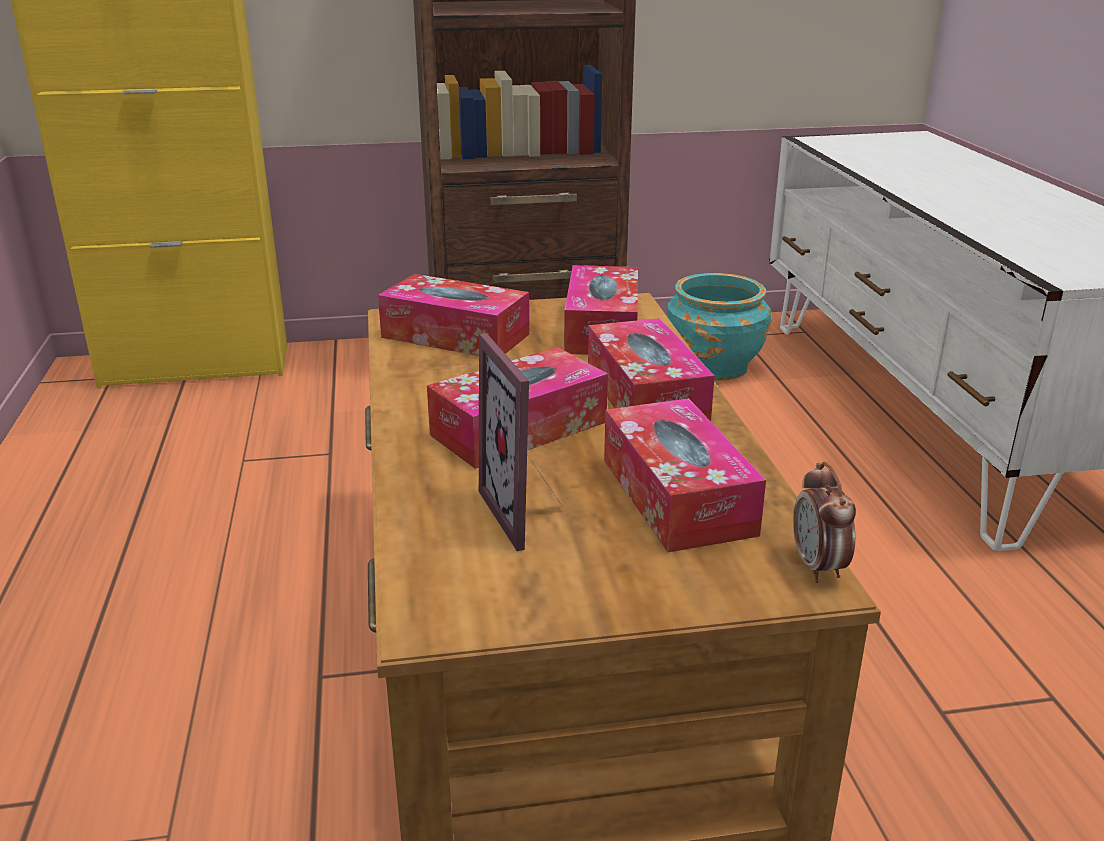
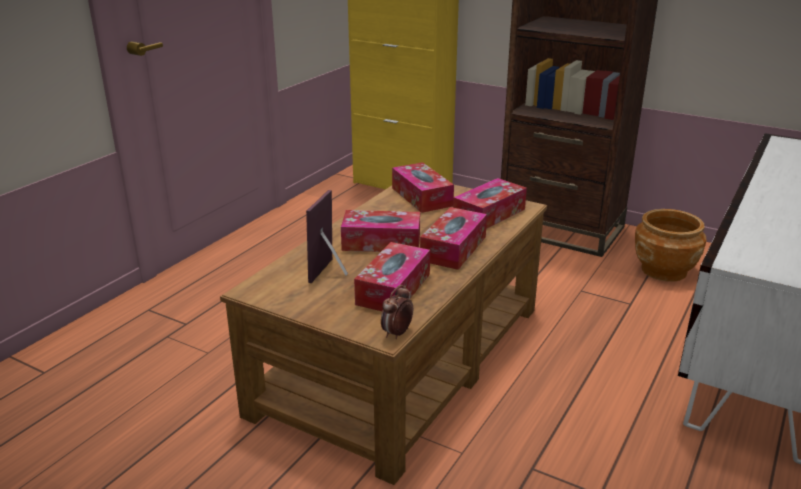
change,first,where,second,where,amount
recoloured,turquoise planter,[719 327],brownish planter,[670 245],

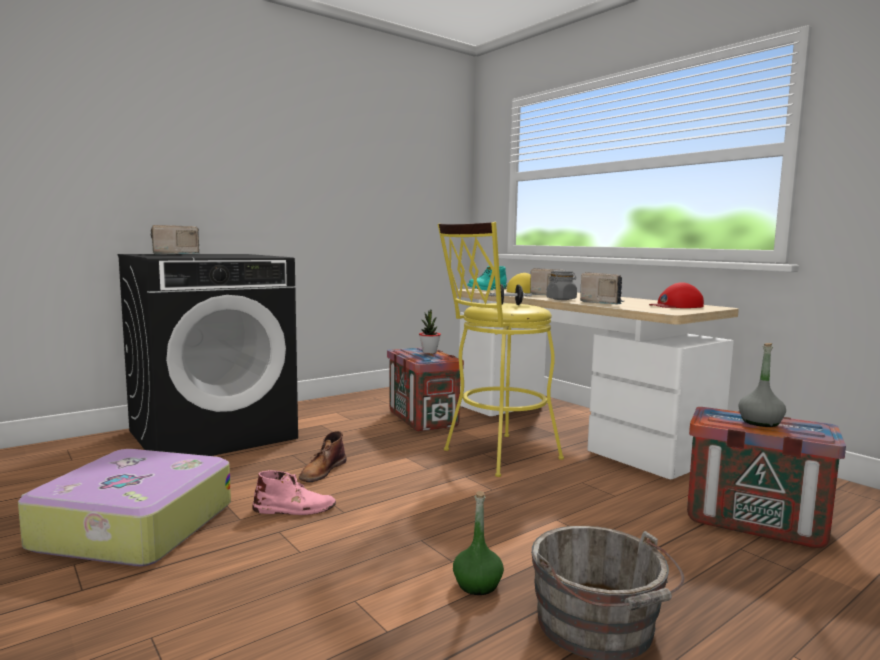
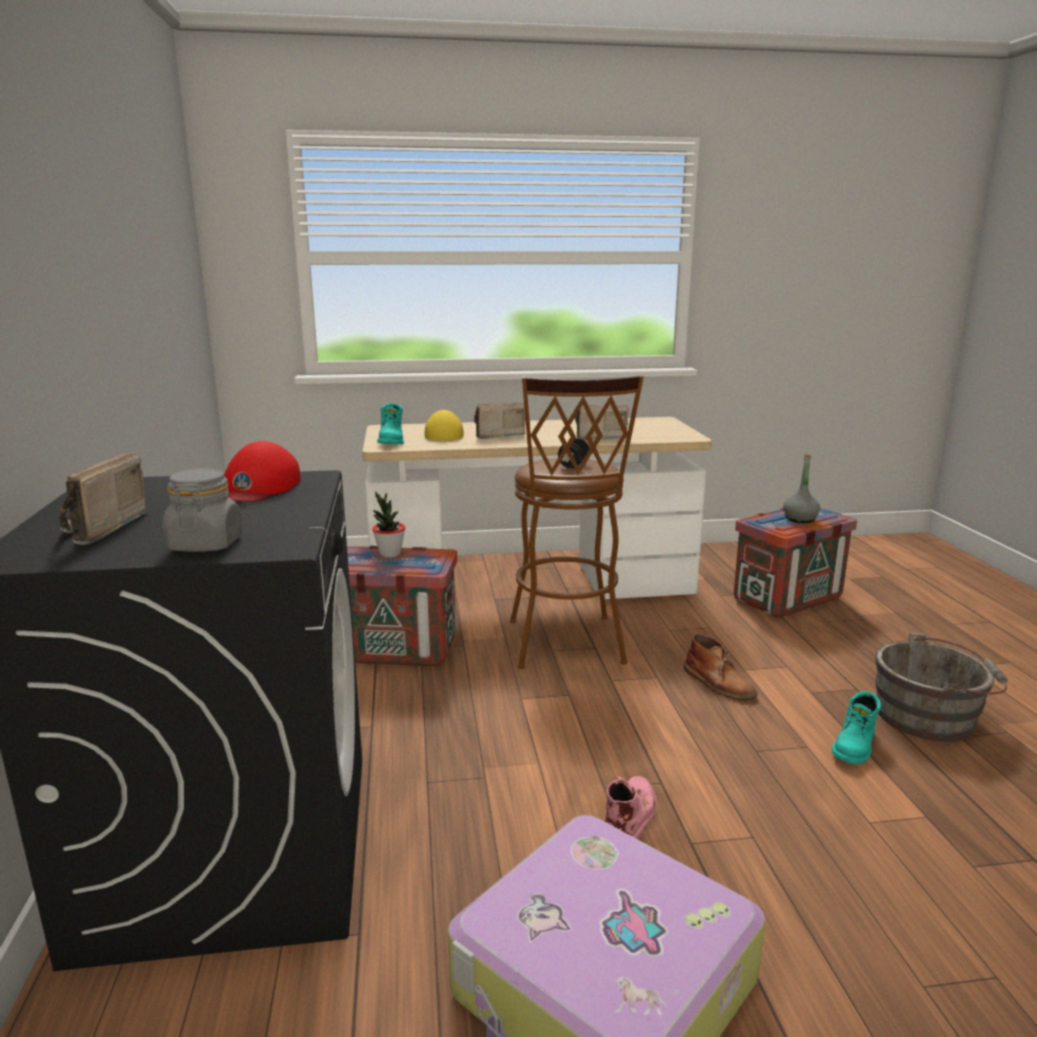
change,first,where,second,where,amount
moved,greyish jar,[561 285],,[202 510],
moved,reddish peaked cap,[676 295],,[262 471],
recoloured,yellowish stool,[501 349],brownish stool,[577 522],
moved,brownish tall boot,[322 456],,[721 667],
replaced,green drink bottle,[478 543],turquoise tall boot,[856 727],

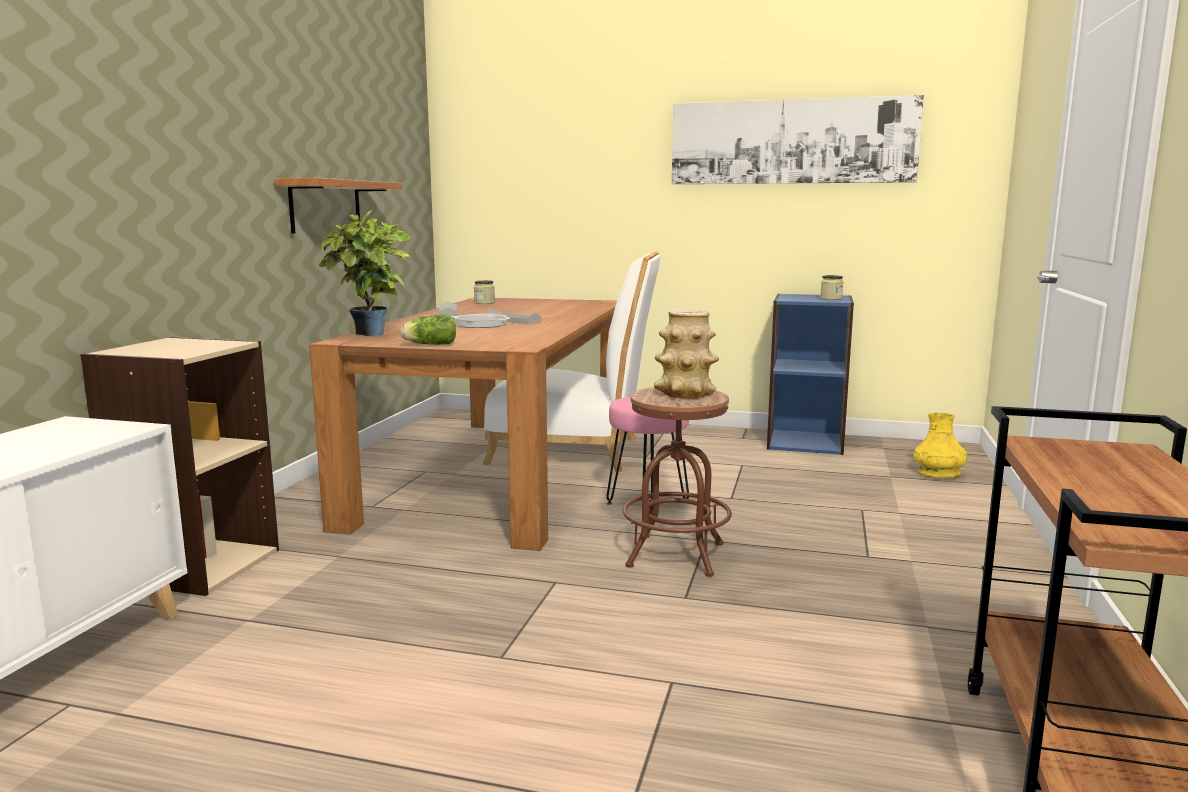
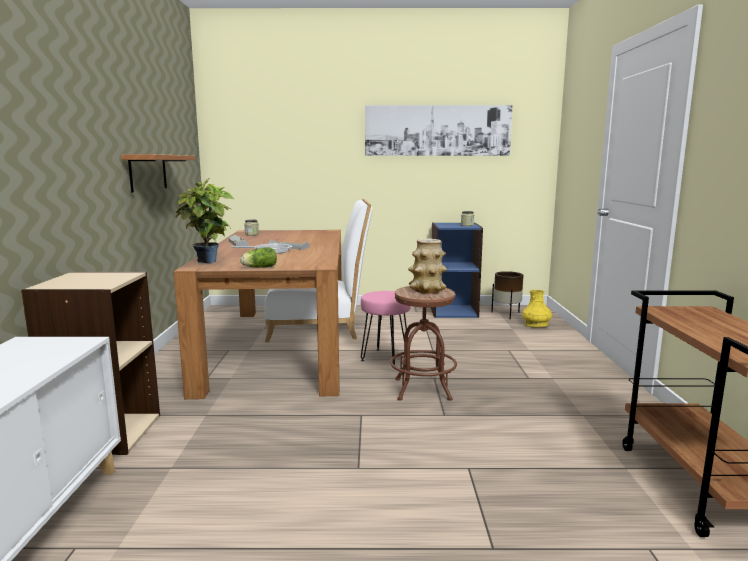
change,first,where,second,where,amount
added,,,brownish planter,[507 295],

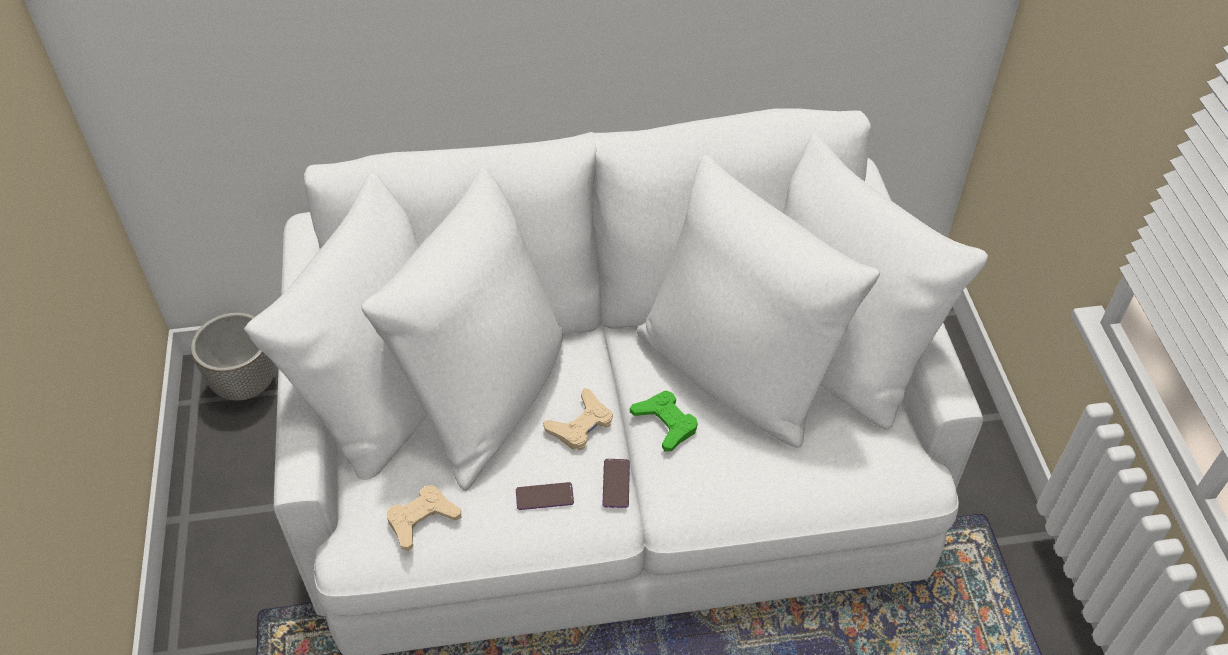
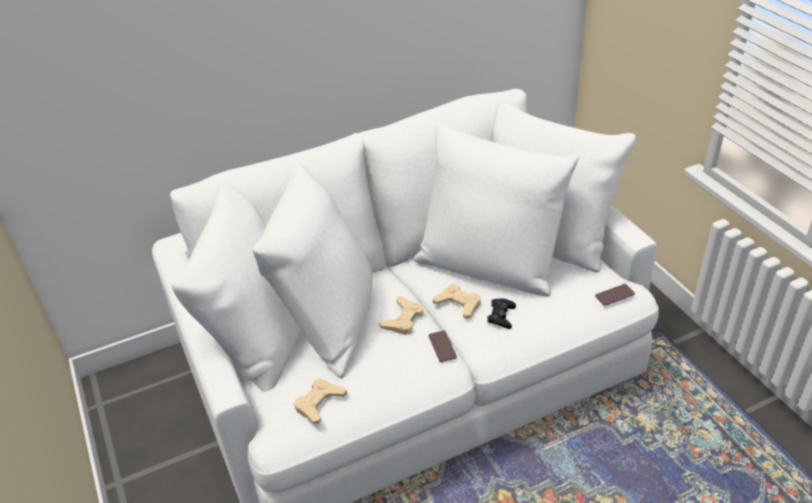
change,first,where,second,where,amount
recoloured,green gamepad,[664 421],beige-coloured gamepad,[457 301],
added,,,black-coloured gamepad,[501 313],
moved,handset,[545 496],,[615 295],
removed,planter,[233 356],,,

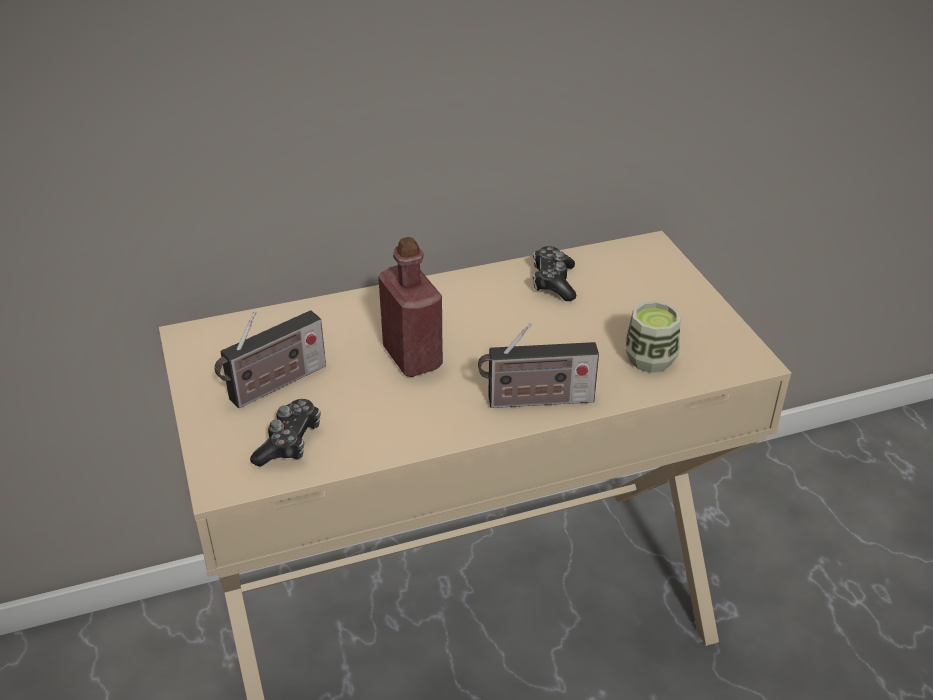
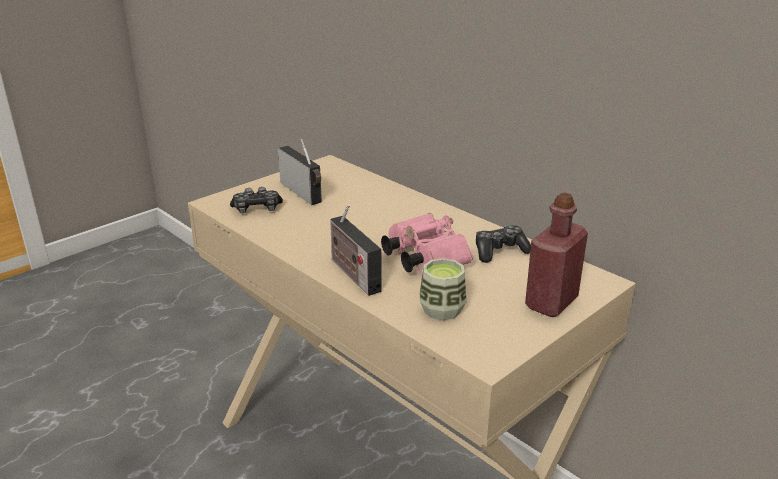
change,first,where,second,where,amount
turned,radio set,[270 359],,[300 172],150 degrees counterclockwise
added,,,pink-coloured binoculars,[427 243],
moved,reddish drink bottle,[410 307],,[556 254],

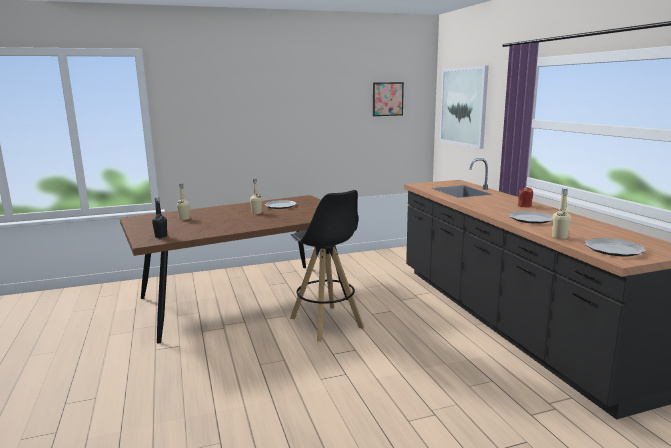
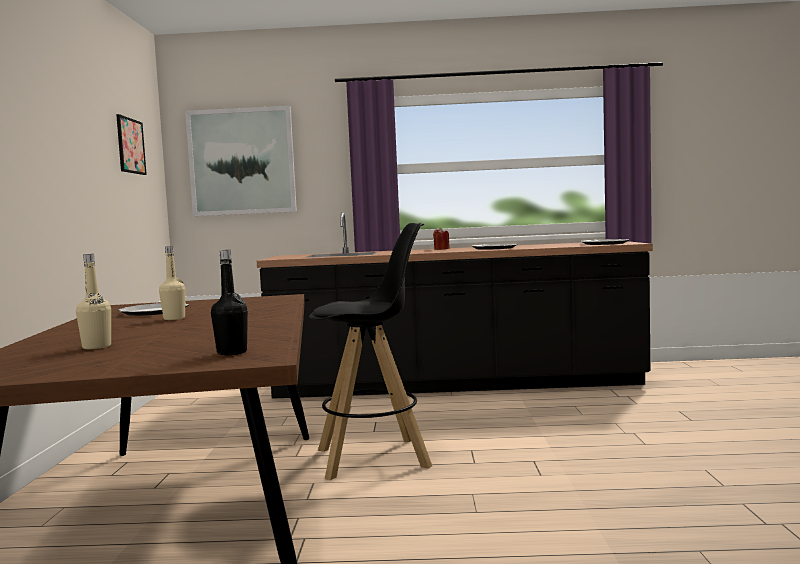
change,first,where,second,where,amount
removed,beige-coloured drink bottle,[561 213],,,

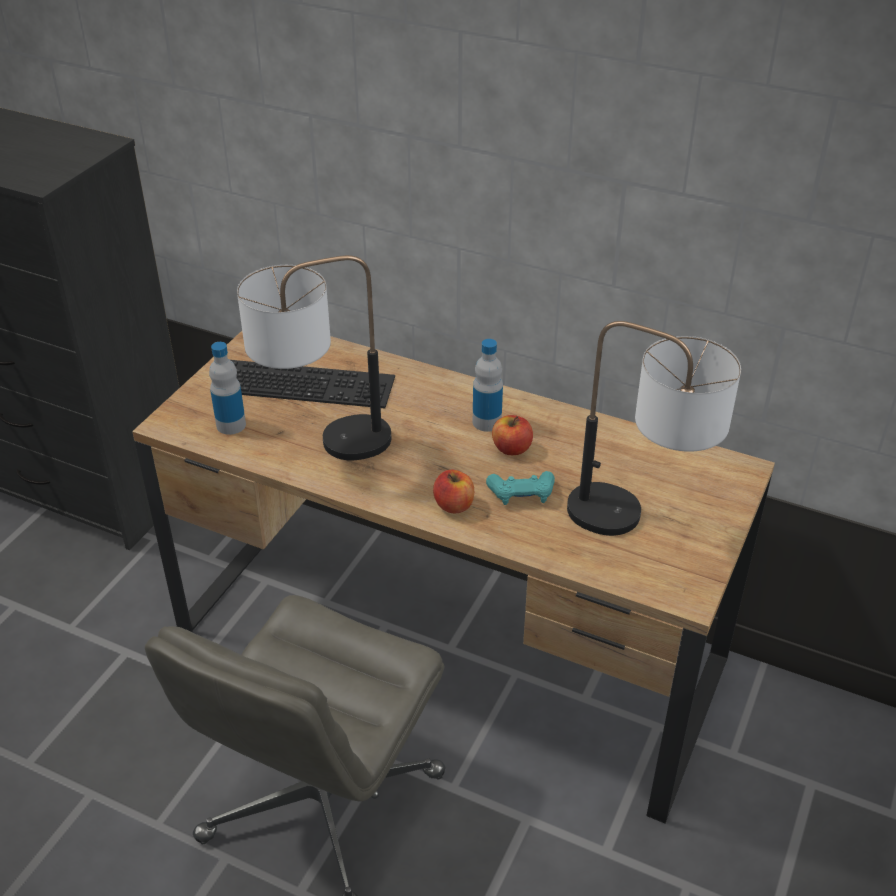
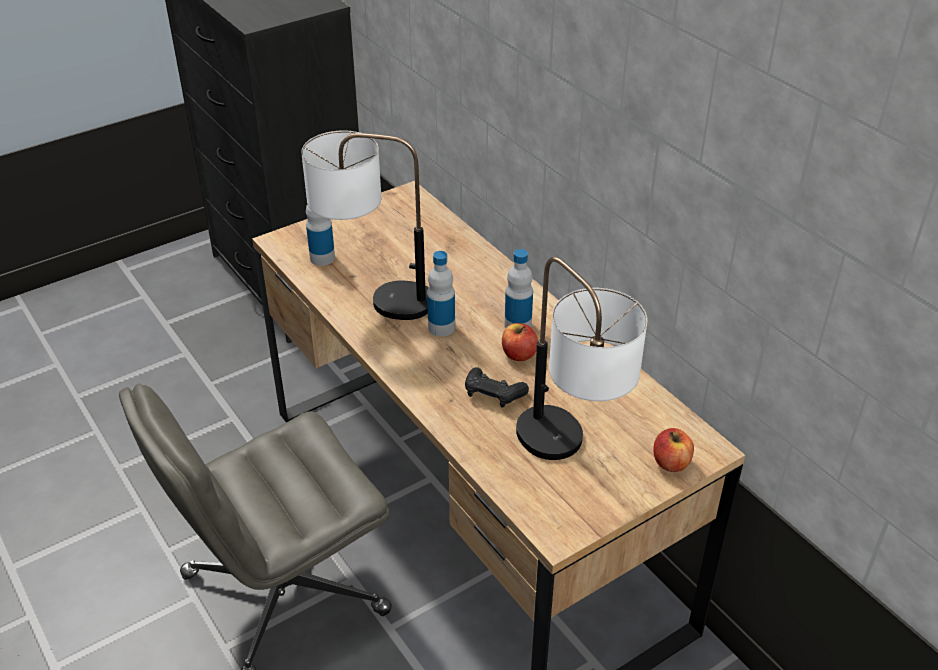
change,first,where,second,where,amount
added,,,drink bottle,[441 293],
recoloured,turquoise gamepad,[520 488],black-coloured gamepad,[497 387],
moved,apple,[453 491],,[673 450],
removed,PC keyboard,[313 384],,,

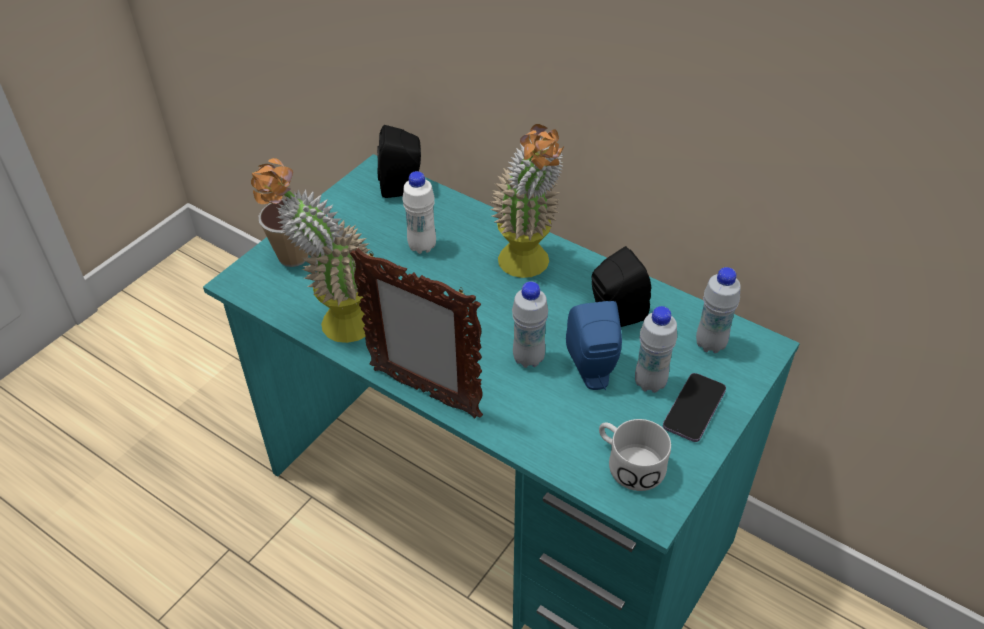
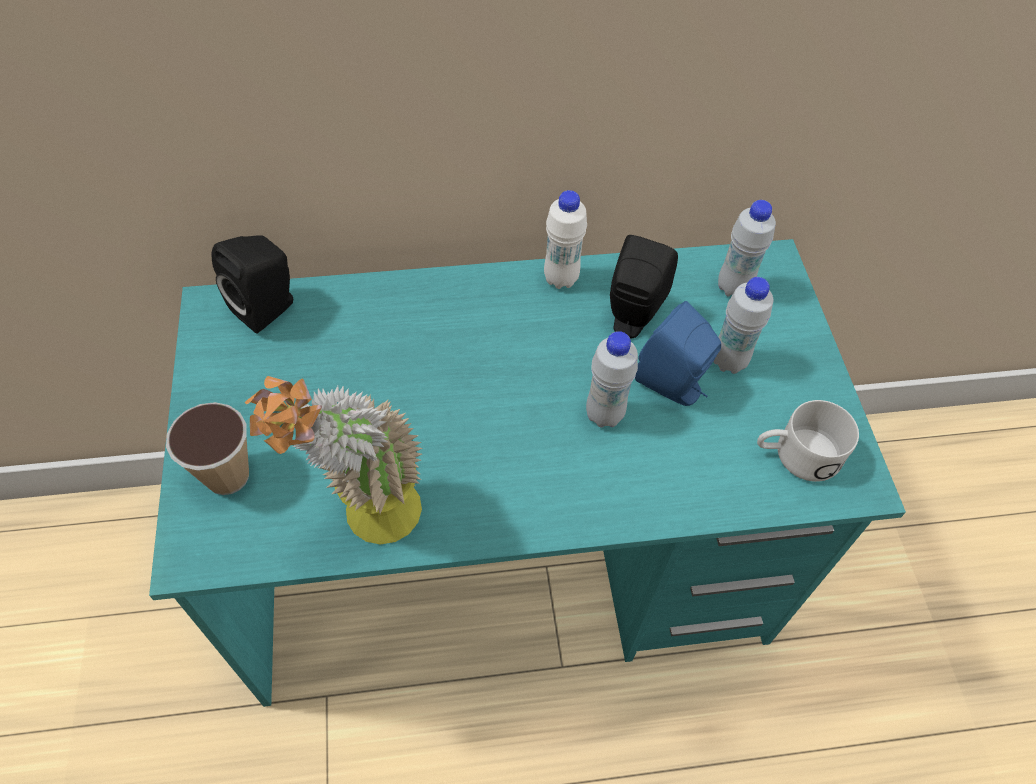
change,first,where,second,where,amount
moved,white drink bottle,[419 212],,[565 239],
removed,photo frame,[416 333],,,
removed,plant in a pot,[527 201],,,
removed,handset,[694 407],,,

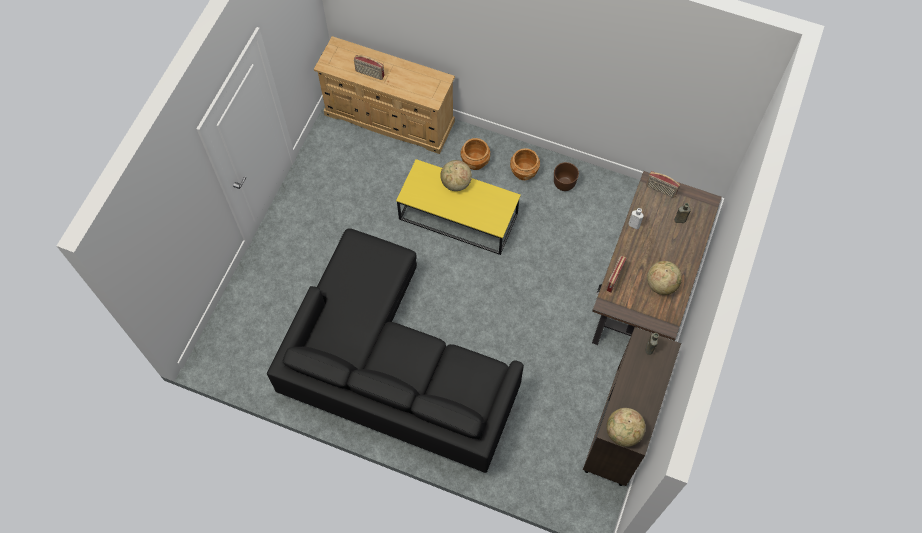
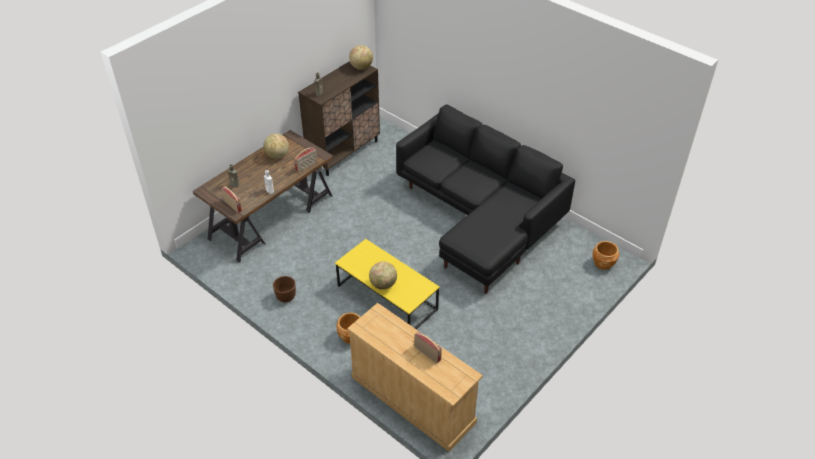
change,first,where,second,where,amount
moved,brownish planter,[525 164],,[605 255],

